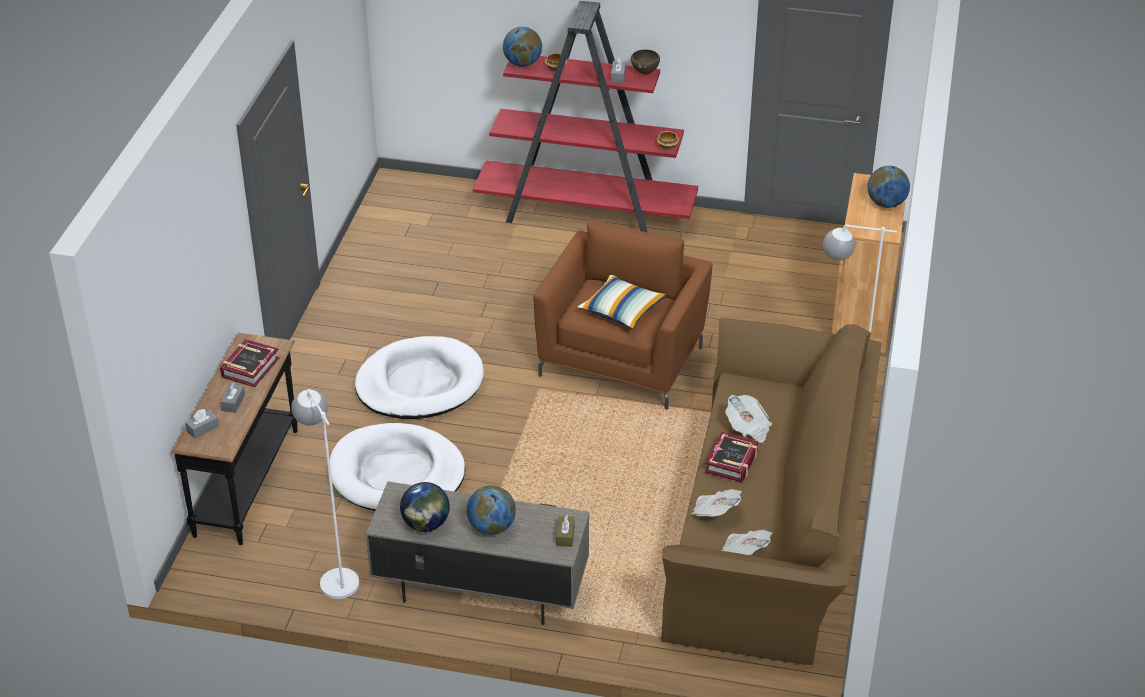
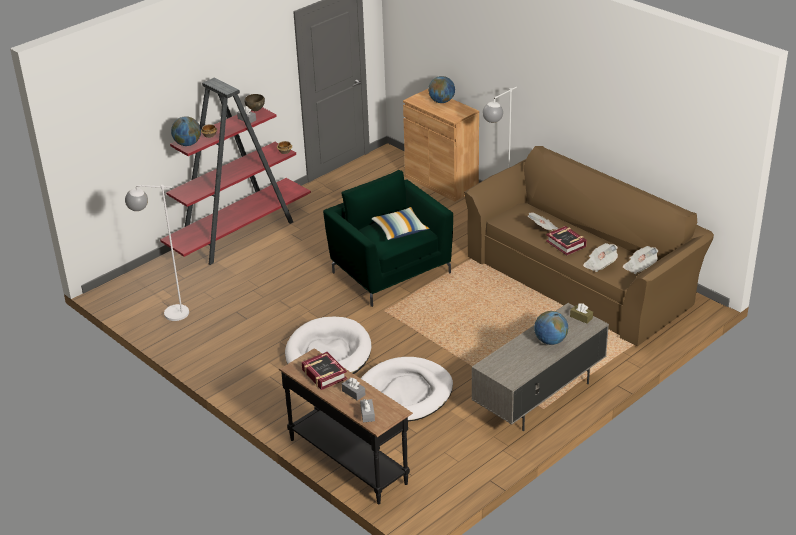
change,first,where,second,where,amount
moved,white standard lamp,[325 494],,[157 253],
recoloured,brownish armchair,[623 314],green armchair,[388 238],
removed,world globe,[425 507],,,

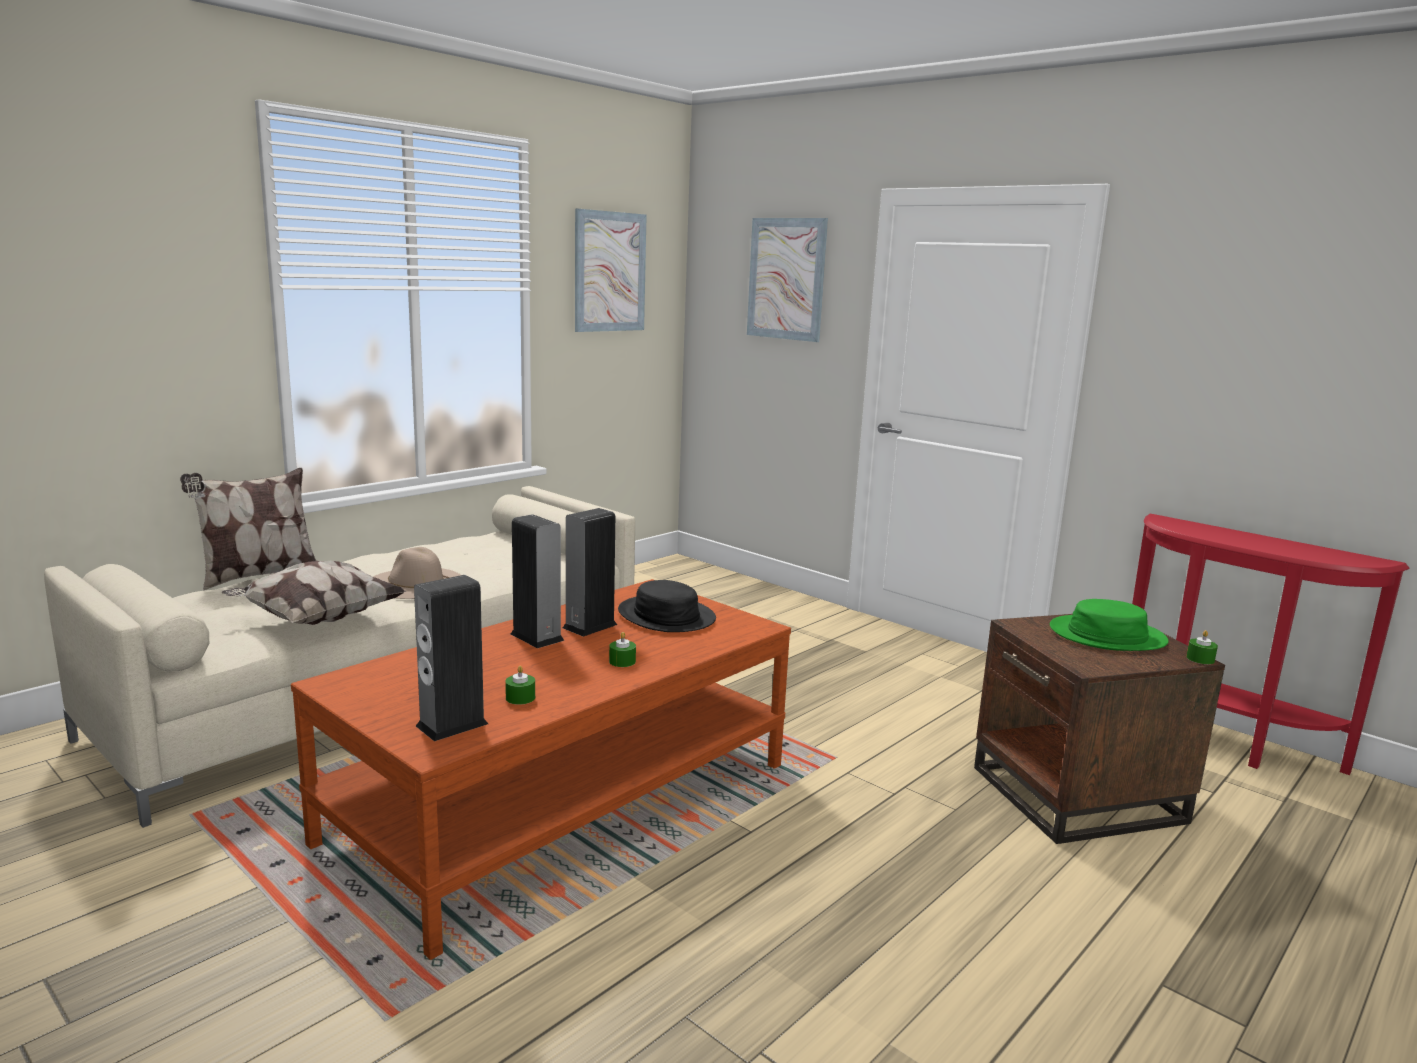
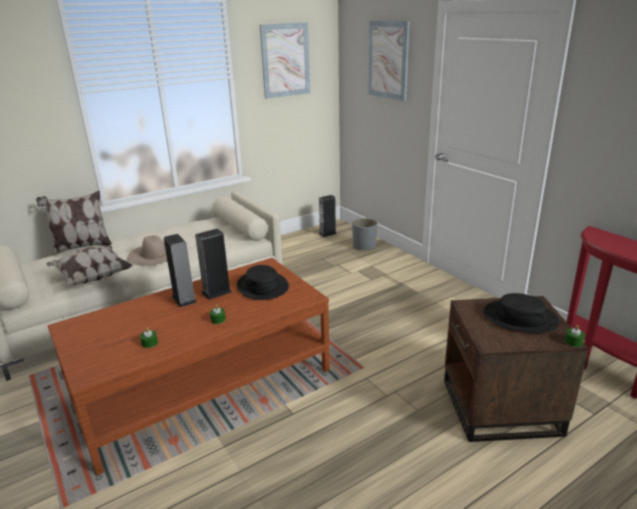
change,first,where,second,where,amount
moved,speaker,[451 658],,[328 216],
added,,,greyish planter,[364 234],
recoloured,green wearable hat,[1109 625],black-coloured wearable hat,[522 313],

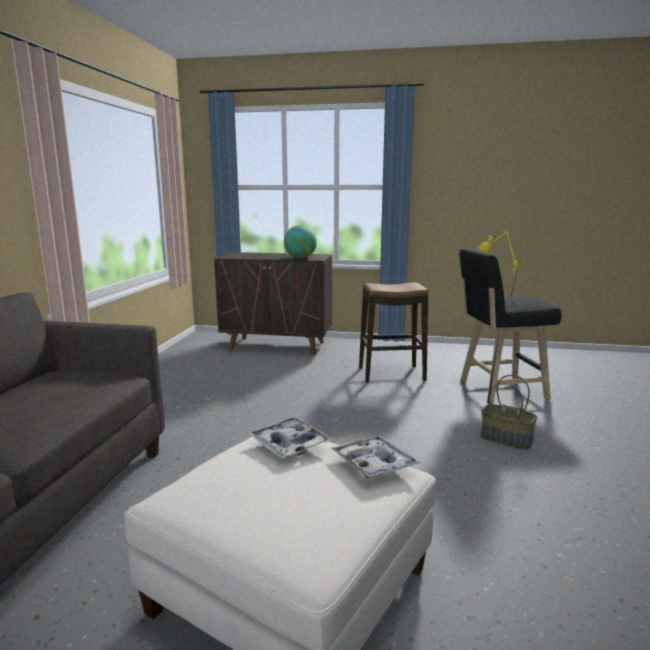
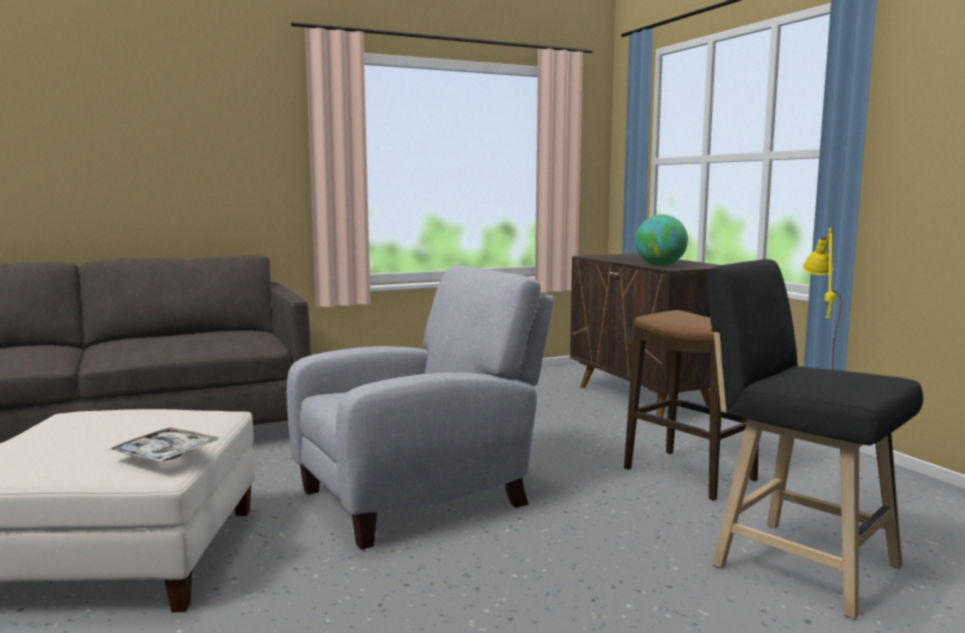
change,first,where,second,where,amount
added,,,greyish armchair,[420 407],
removed,tray,[290 437],,,
removed,storage basket,[509 412],,,

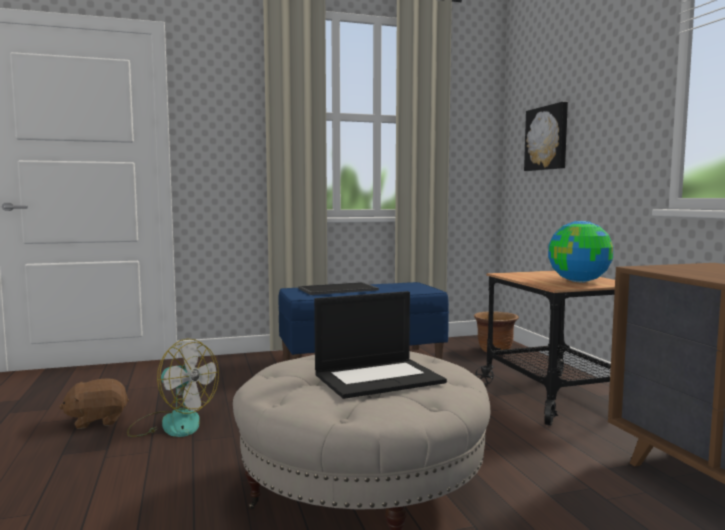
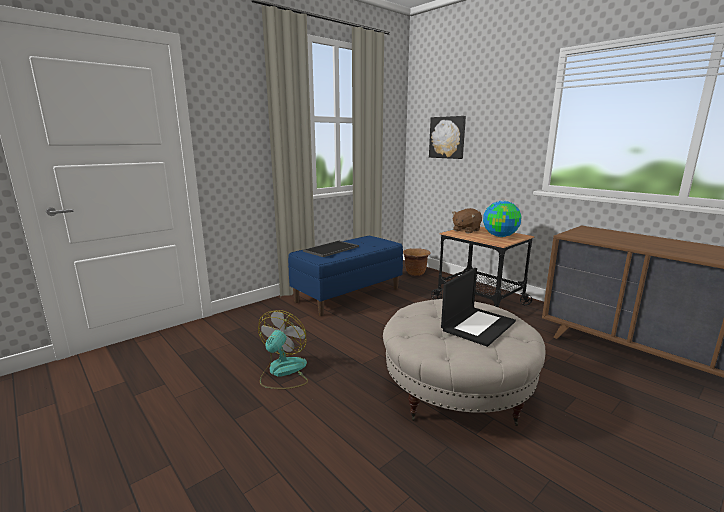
change,first,where,second,where,amount
turned,fan,[173 388],,[283 349],75 degrees counterclockwise
moved,brownish plush toy,[94 404],,[467 220],

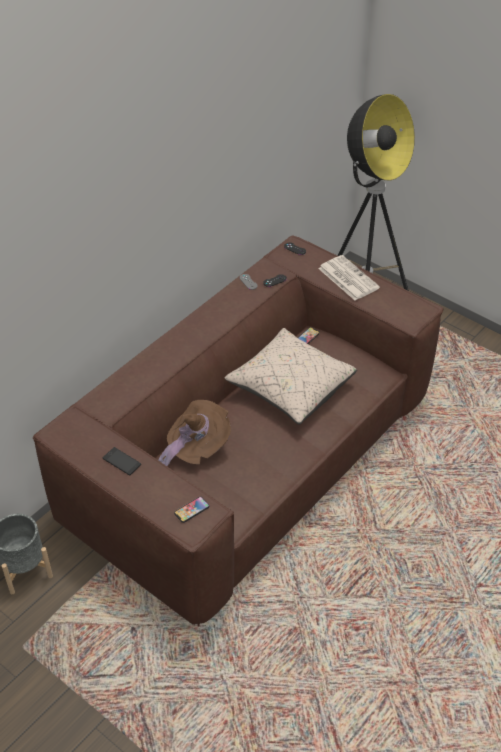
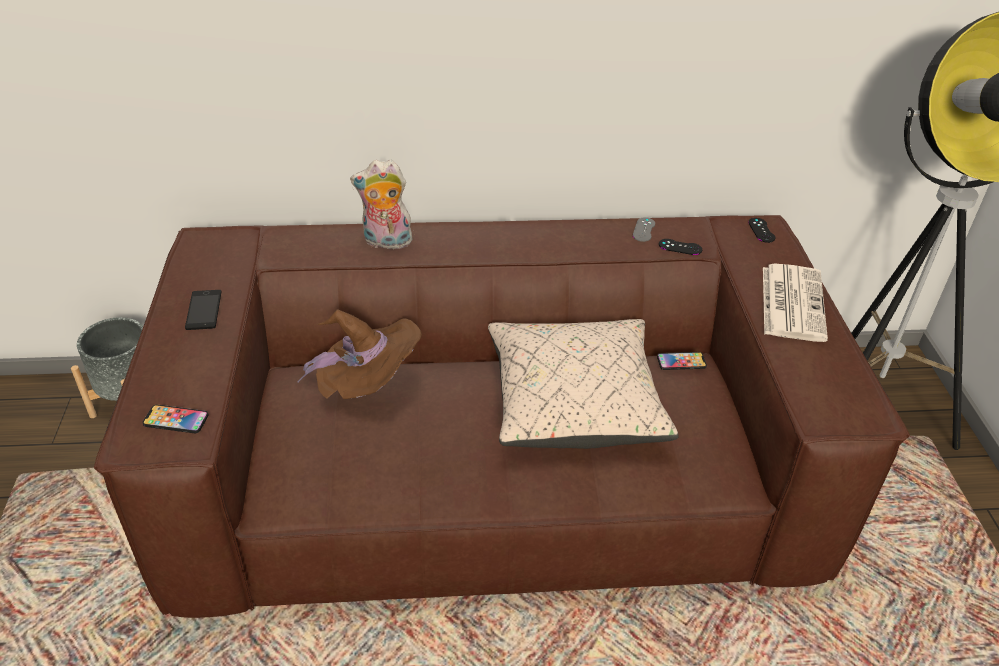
change,first,where,second,where,amount
added,,,plush toy,[382 204],

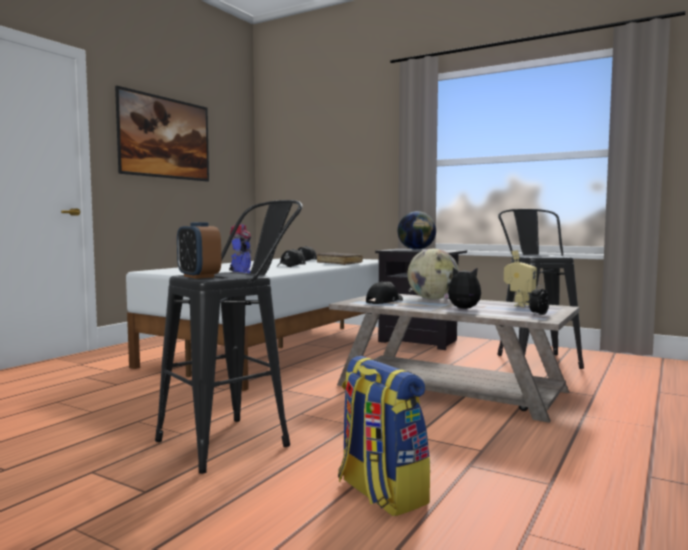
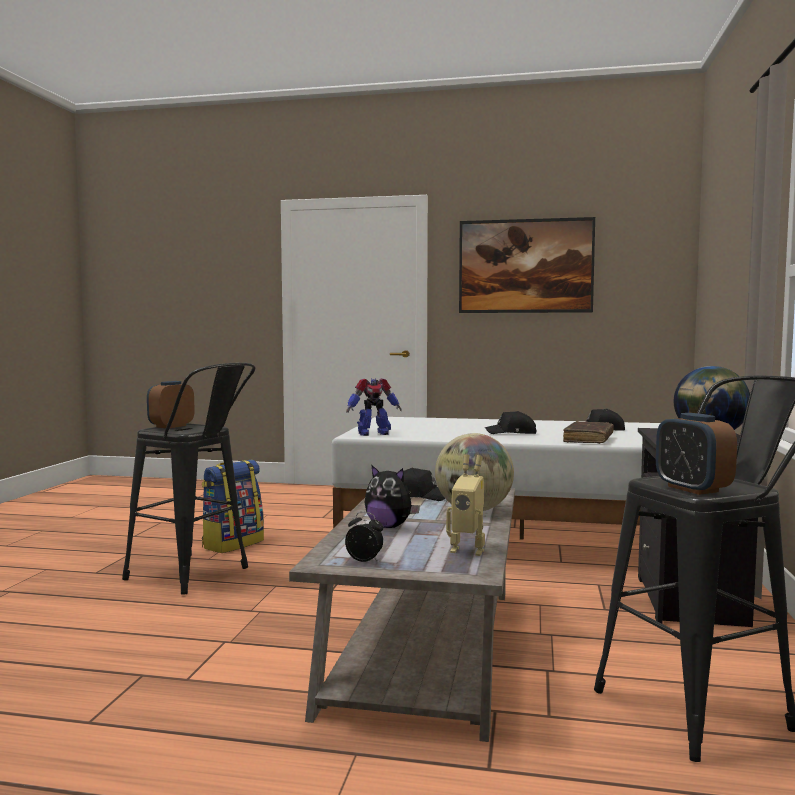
change,first,where,second,where,amount
moved,rucksack,[384 436],,[233 506],
turned,plush toy,[462 288],,[392 496],120 degrees clockwise
added,,,alarm clock,[696 454],

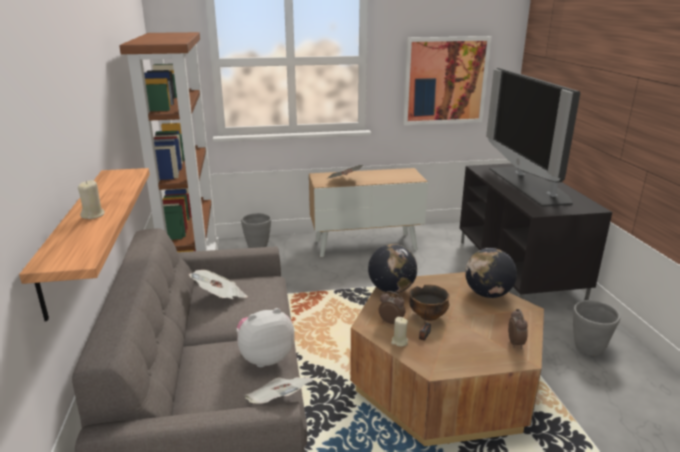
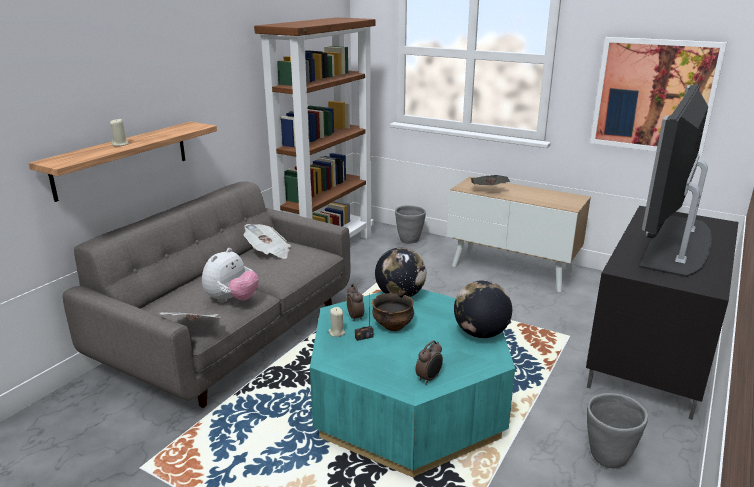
change,first,where,second,where,amount
turned,plush toy,[265 337],,[230 275],105 degrees clockwise
recoloured,brownish coffee table,[447 359],turquoise coffee table,[412 383],

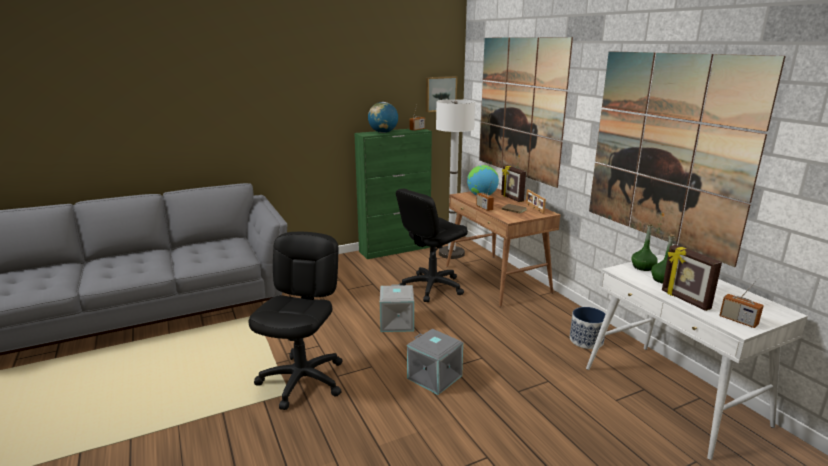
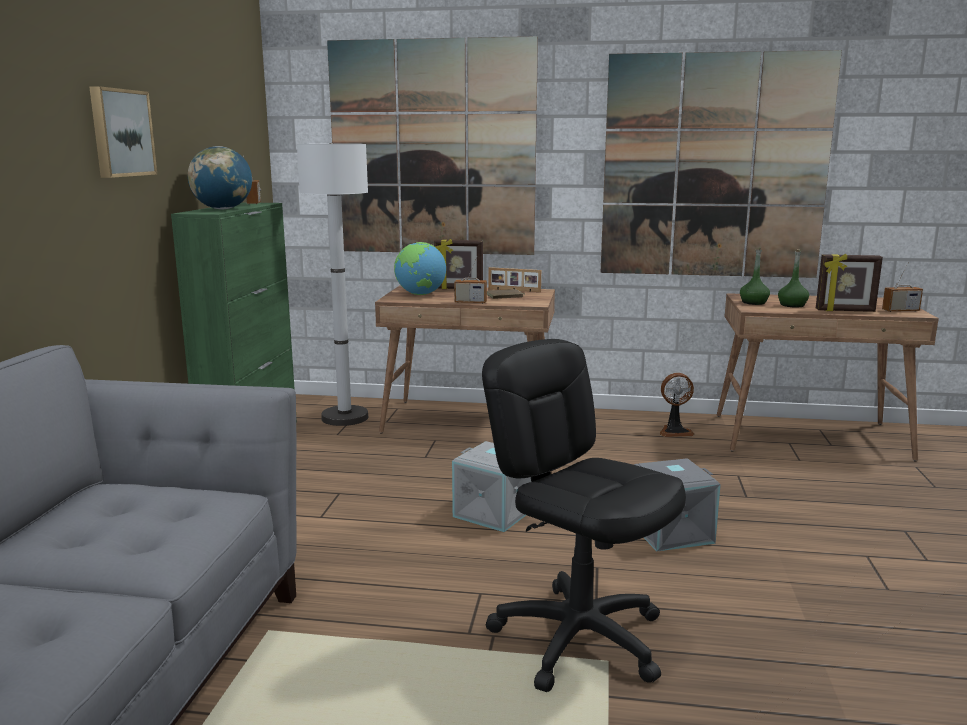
change,first,where,second,where,amount
moved,wall picture,[441 94],,[123 132],
replaced,planter,[587 328],fan,[677 405],
recoloured,white desk unit,[697 357],brownish desk unit,[827 377],
removed,black-coloured desk chair,[432 245],,,

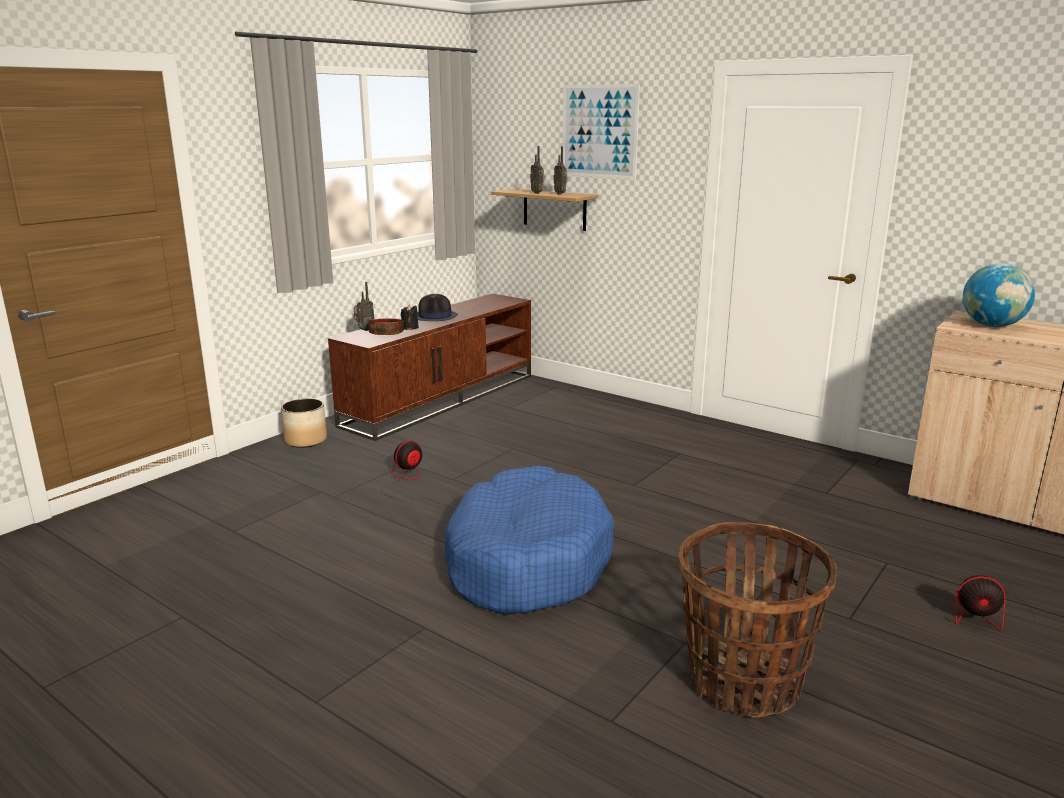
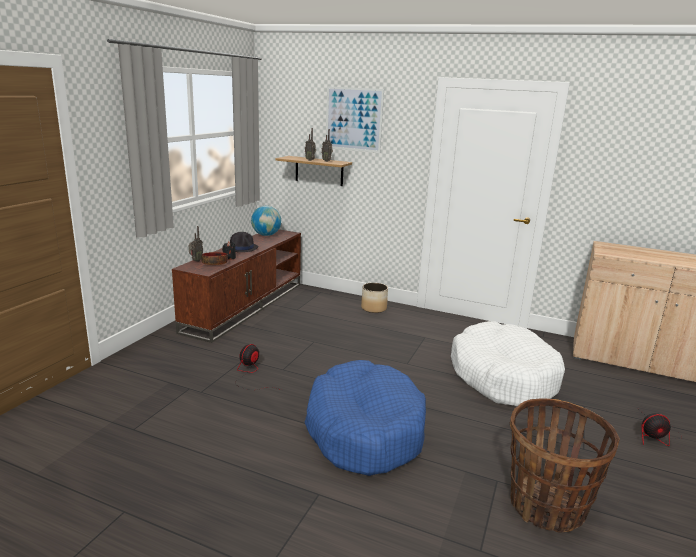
change,first,where,second,where,amount
moved,world globe,[999 295],,[266 221],
moved,planter,[304 423],,[374 298],
added,,,white dog bed,[508 363],

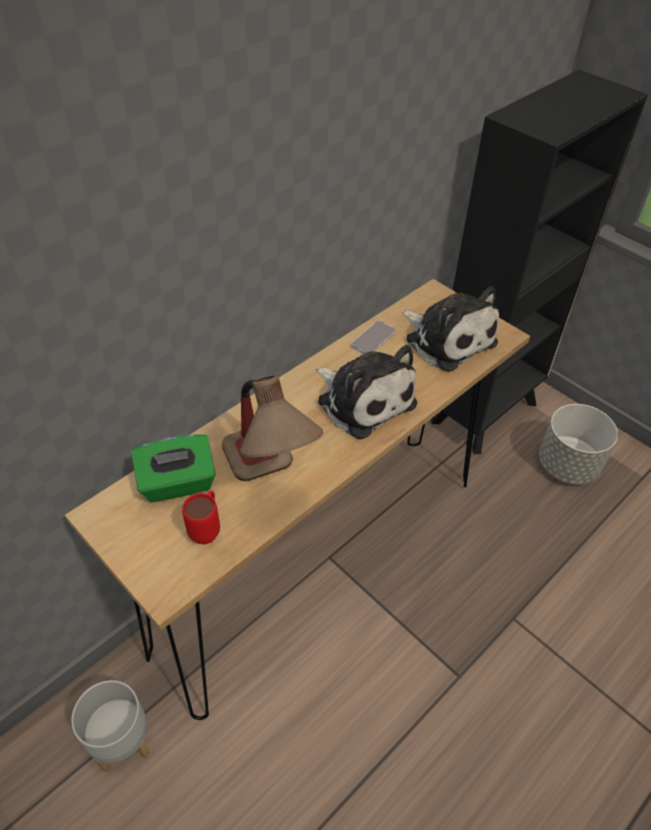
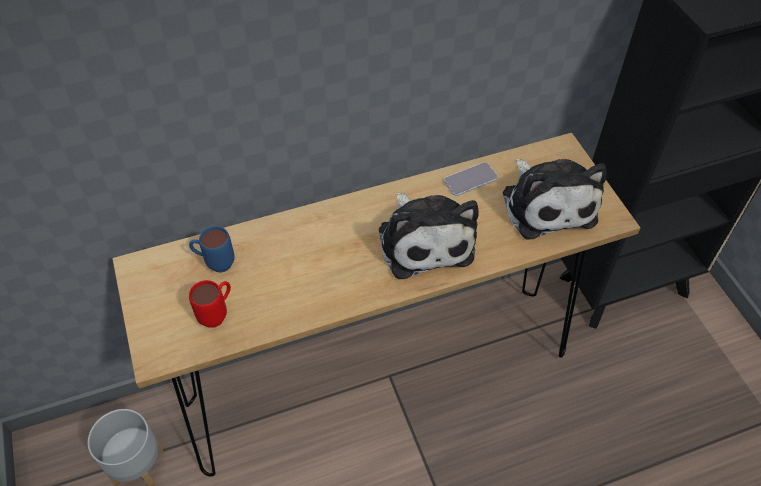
change,first,where,second,where,amount
replaced,green box of tissues,[173 468],blue tea mug,[212 249],
removed,lamp for a table,[272 428],,,
removed,greyish planter,[578 444],,,

